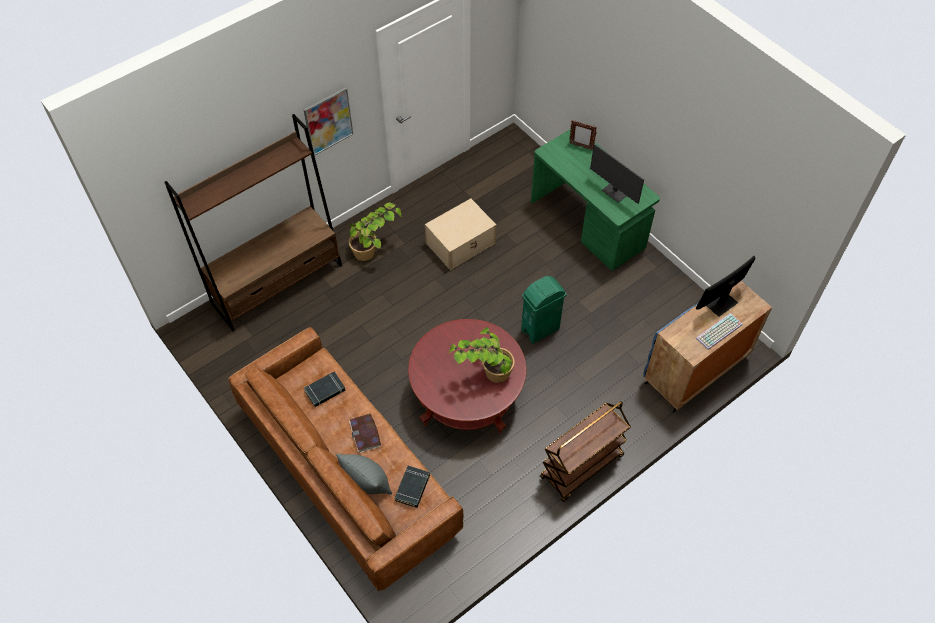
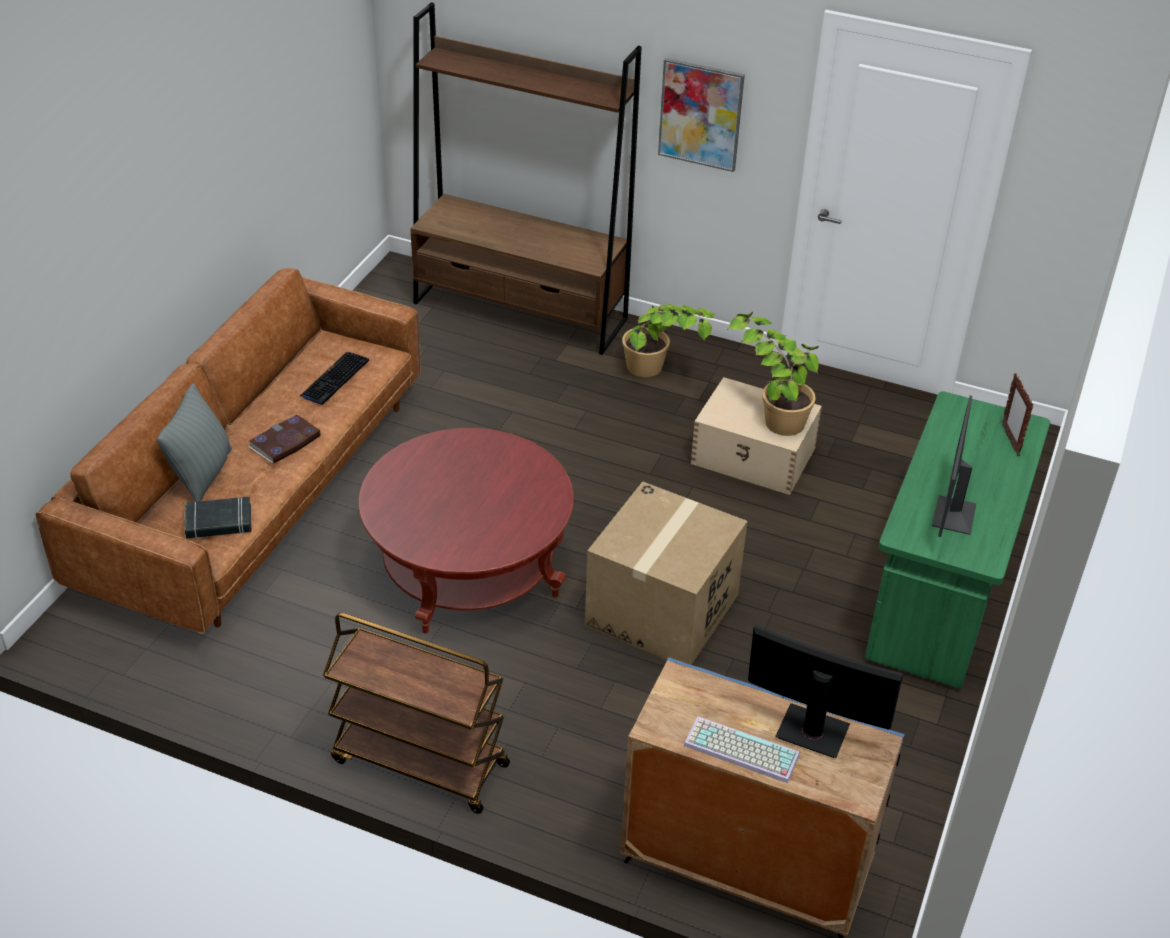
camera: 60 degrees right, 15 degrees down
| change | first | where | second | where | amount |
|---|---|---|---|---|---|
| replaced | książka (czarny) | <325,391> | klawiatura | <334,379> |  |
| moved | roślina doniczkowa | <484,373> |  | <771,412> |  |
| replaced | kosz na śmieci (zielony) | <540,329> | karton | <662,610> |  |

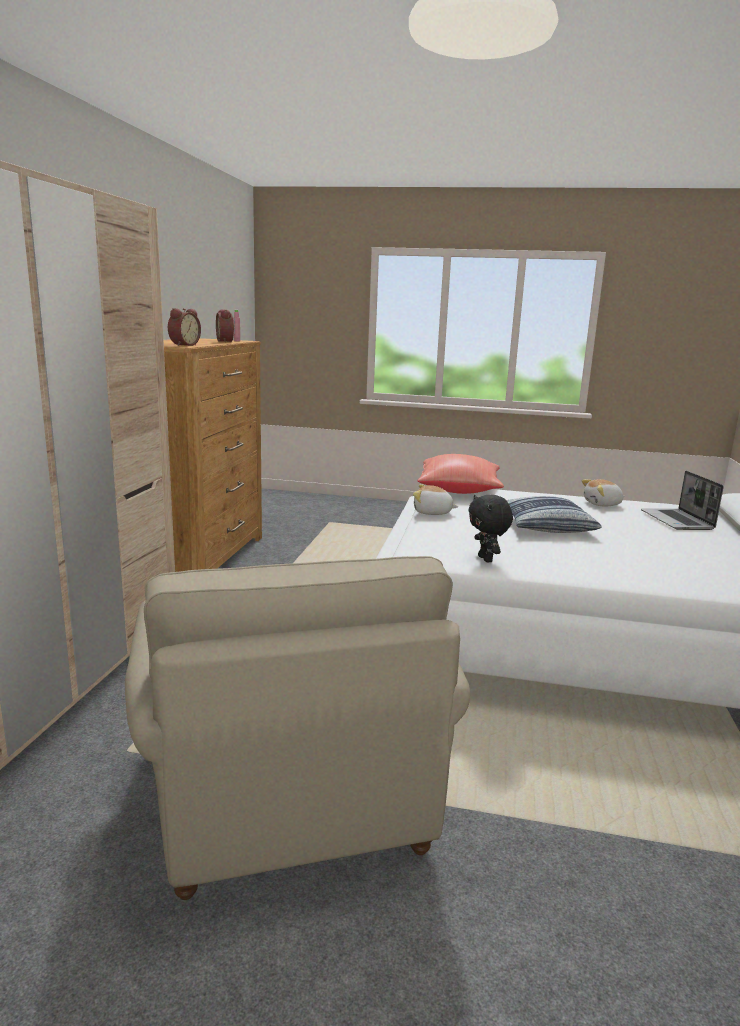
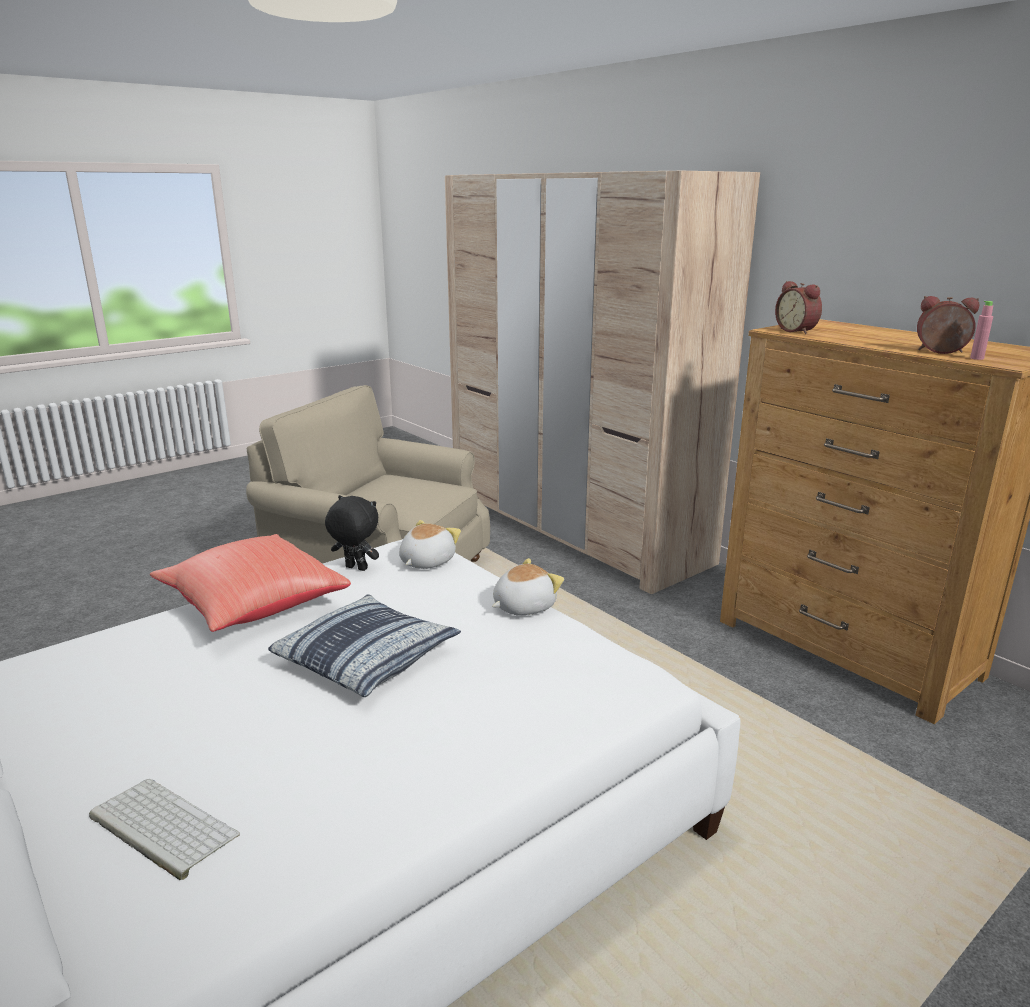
camera: 130 degrees right, 5 degrees up
| change | first | where | second | where | amount |
|---|---|---|---|---|---|
| moved | poduszka (czerwony) | <459,491> |  | <252,606> |  |
| moved | pluszak | <602,504> |  | <426,562> |  |
| replaced | laptop | <678,521> | klawiatura | <160,827> |  |

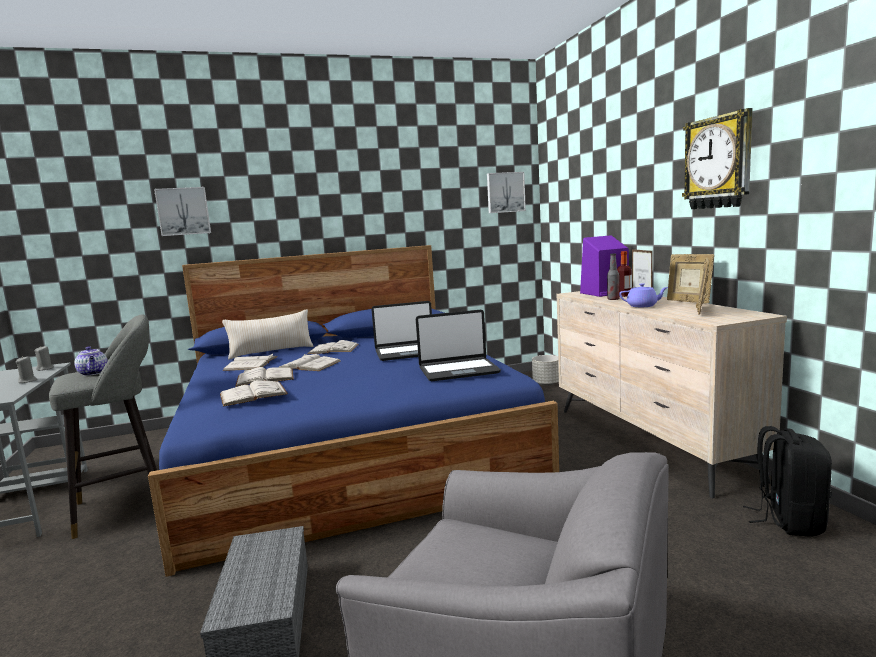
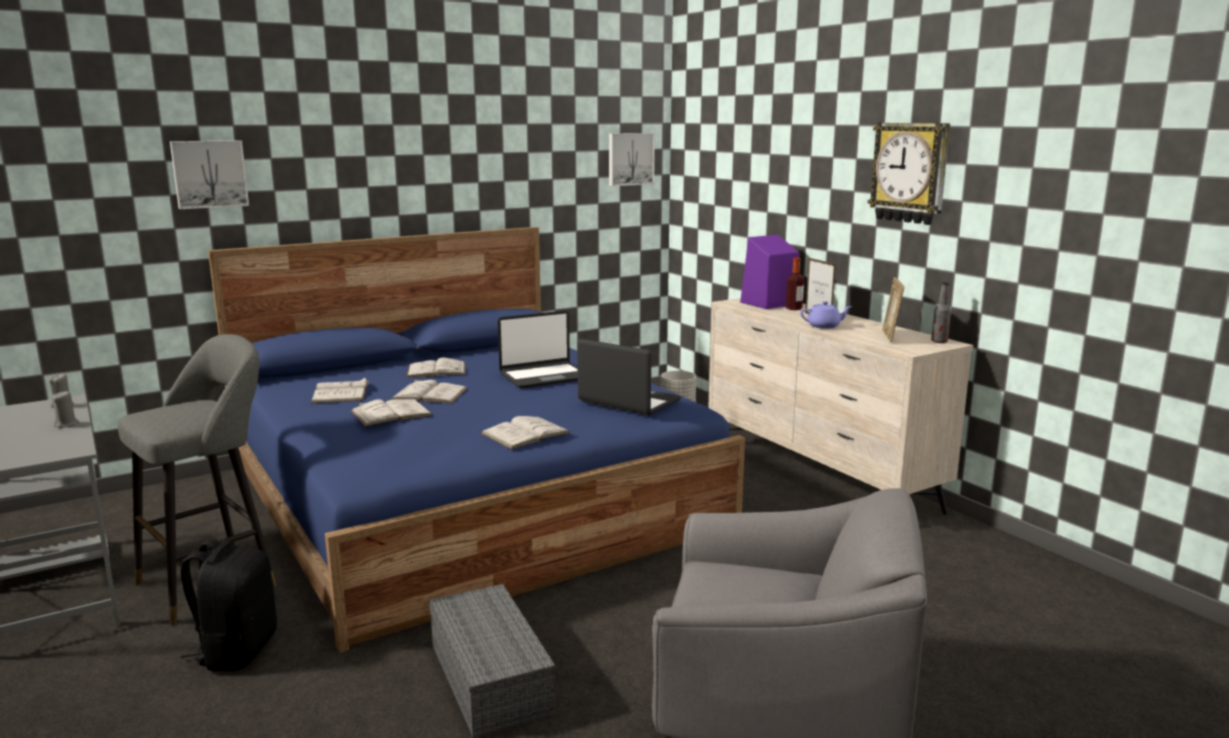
camera: 15 degrees left, 5 degrees up
| change | first | where | second | where | amount |
|---|---|---|---|---|---|
| removed | imbryk | <93,373> |  |  |  |
| moved | książka (biały) | <253,394> |  | <525,433> |  |
| removed | poduszka (beżowy) | <271,352> |  |  |  |
| turned | laptop | <458,370> |  | <628,402> | 120 degrees counterclockwise |
| moved | butelka | <613,299> |  | <939,341> |  |
| removed | ramka na zdjęcie | <688,302> |  |  |  |
| moved | plecak (czarny) | <788,520> |  | <236,651> |  |

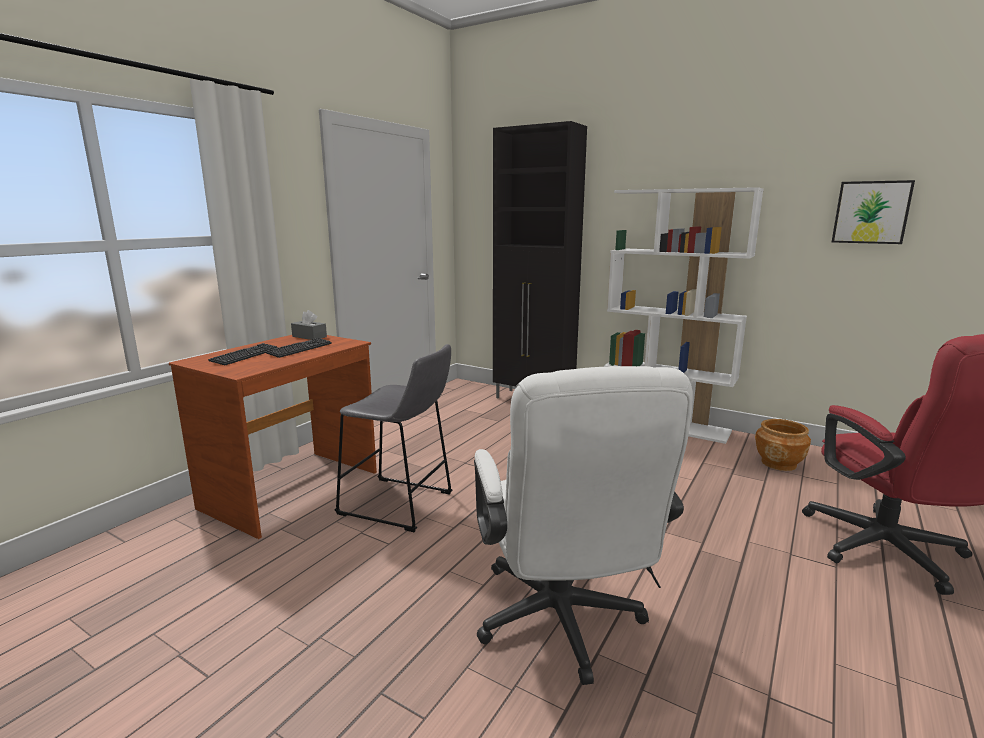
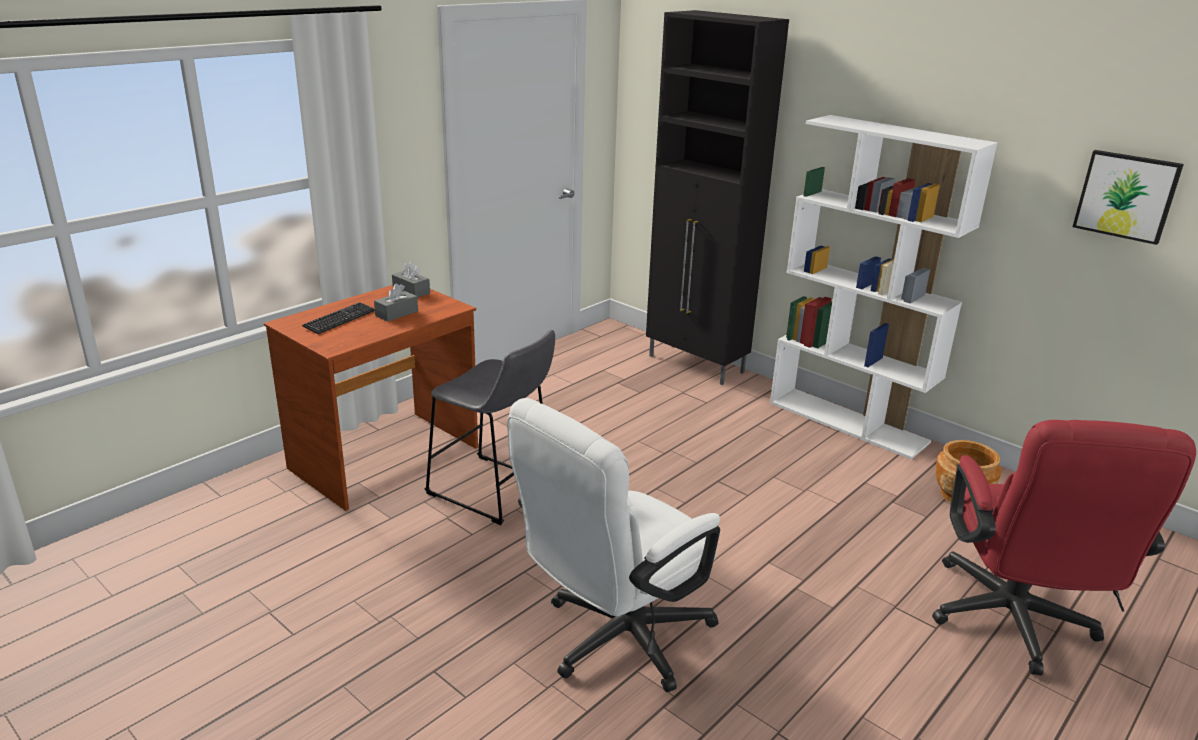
camera: 10 degrees right, 10 degrees up
| change | first | where | second | where | amount |
|---|---|---|---|---|---|
| replaced | klawiatura | <299,349> | pudełko chusteczek (szary) | <396,313> |  |
| turned | krzesło biurowe (biały) | <562,625> |  | <614,641> | 45 degrees clockwise |

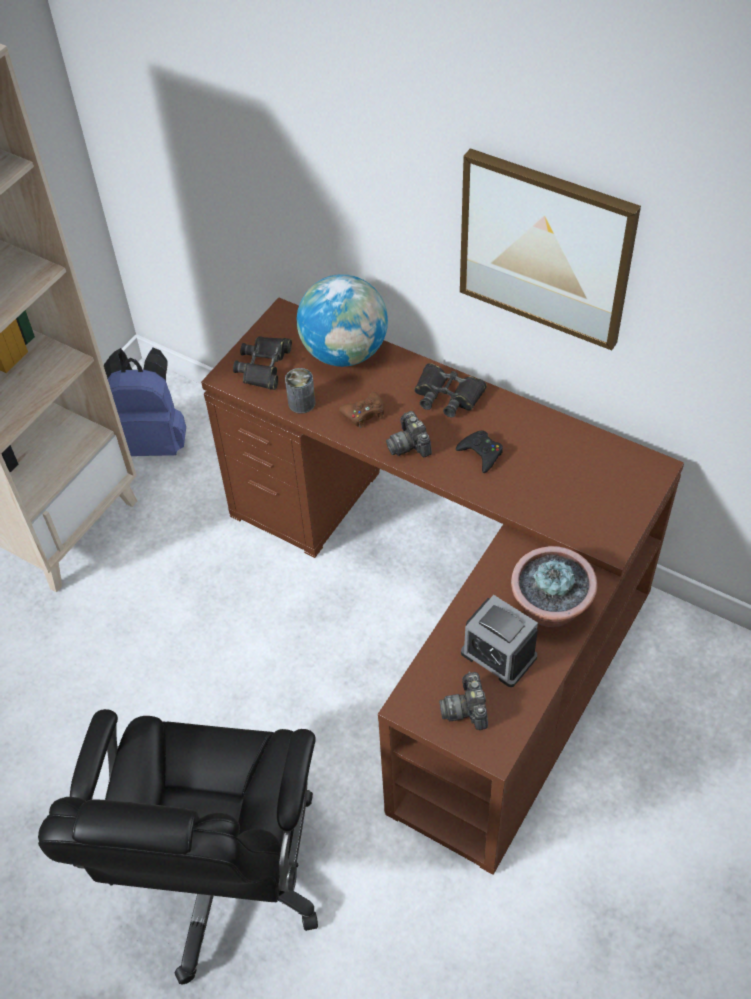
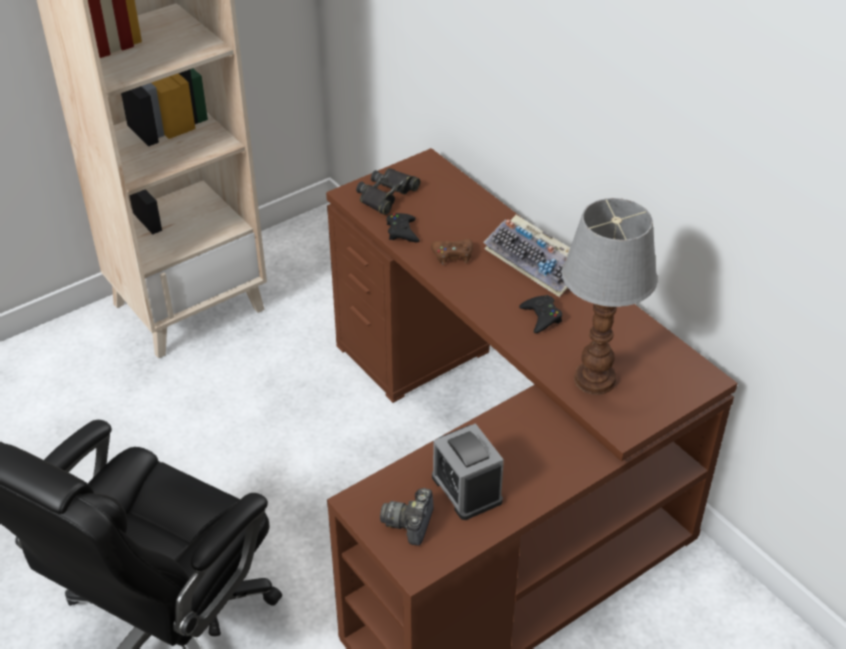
camera: 20 degrees right, 10 degrees down
| change | first | where | second | where | amount |
|---|---|---|---|---|---|
| removed | plecak (niebieski) | <151,441> |  |  |  |
| replaced | puszka | <301,403> | pad do gier (czarny) | <402,231> |  |
| removed | globus | <344,352> |  |  |  |
| removed | aparat fotograficzny | <409,444> |  |  |  |
| replaced | lornetka (czarny) | <447,395> | klawiatura | <537,262> |  |
| removed | obraz | <546,248> |  |  |  |
| removed | roślina doniczkowa | <550,610> |  |  |  |
| added |  |  | lampa stołowa | <595,378> |  |

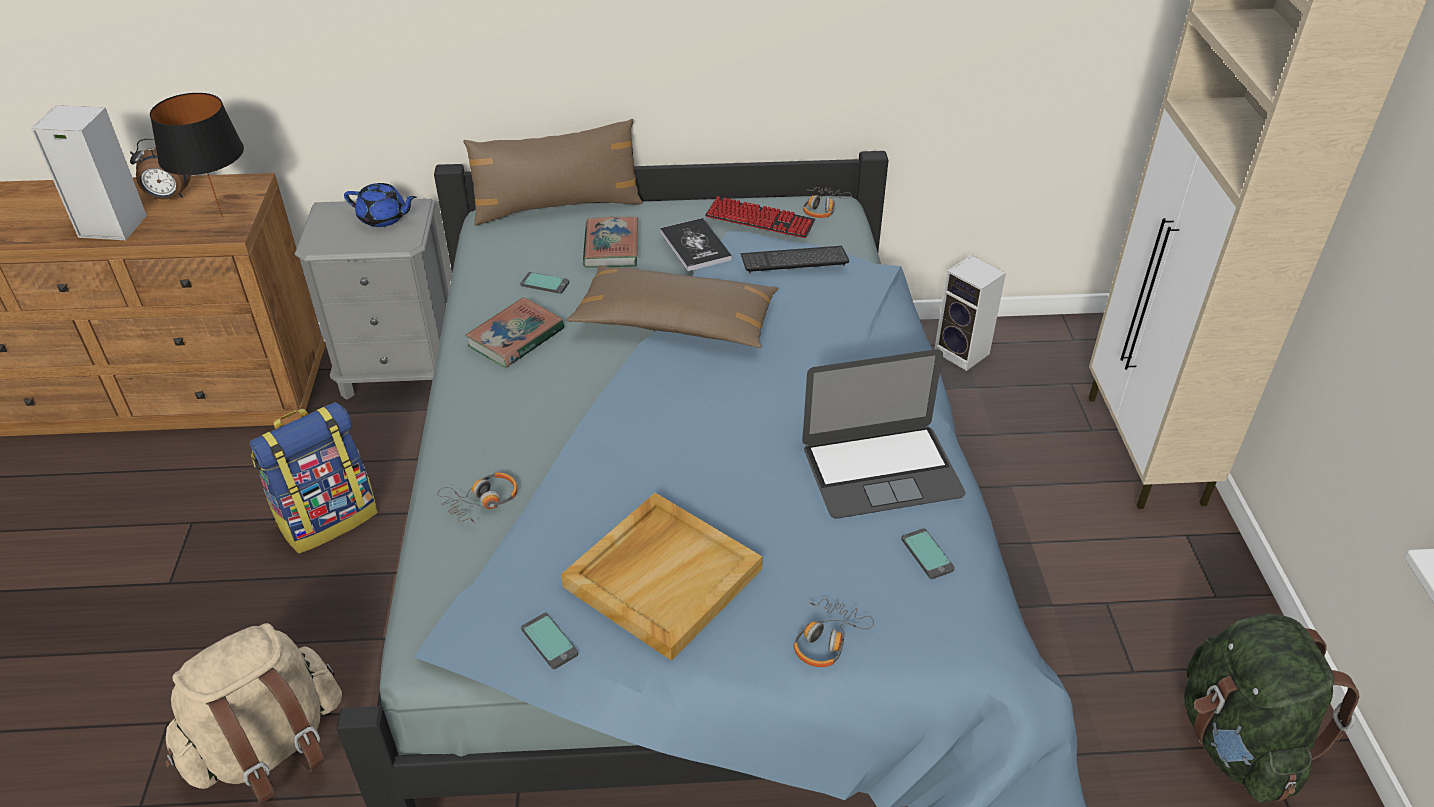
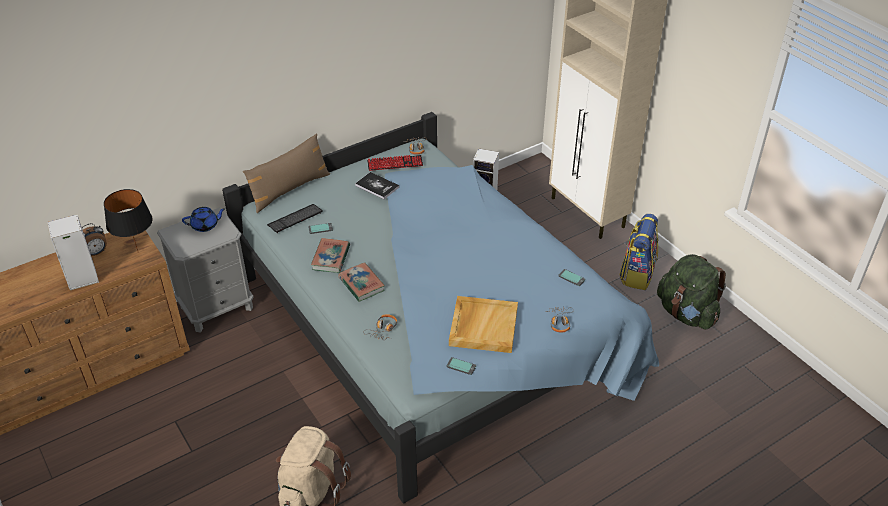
camera: 30 degrees left, 0 degrees up
| change | first | where | second | where | amount |
|---|---|---|---|---|---|
| moved | plecak | <328,518> |  | <637,274> |  |
| removed | poduszka (brązowy) | <675,322> |  |  |  |
| moved | książka | <611,247> |  | <361,284> |  |
| moved | klawiatura | <794,260> |  | <295,219> |  |
| removed | laptop | <881,470> |  |  |  |

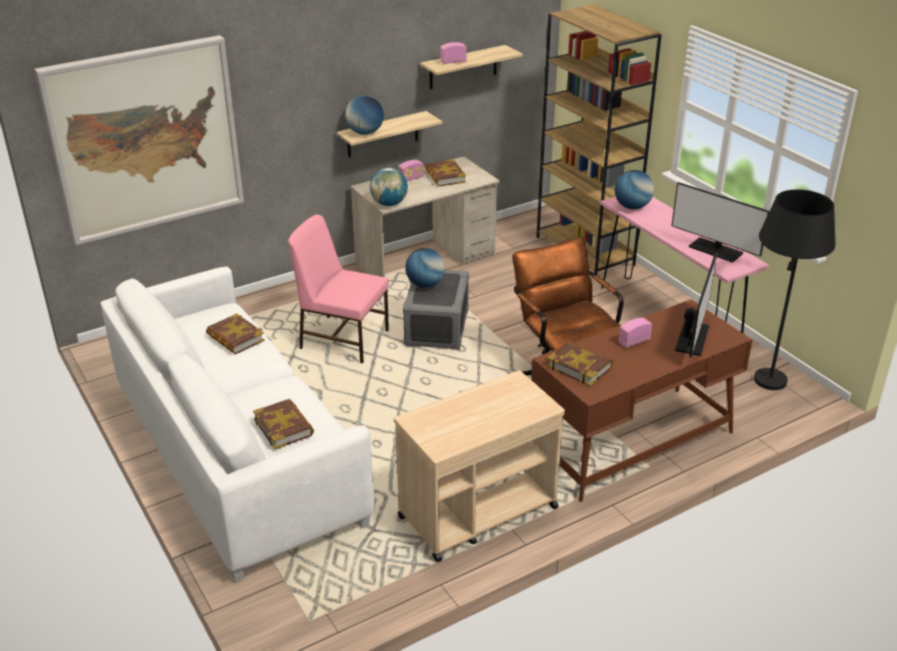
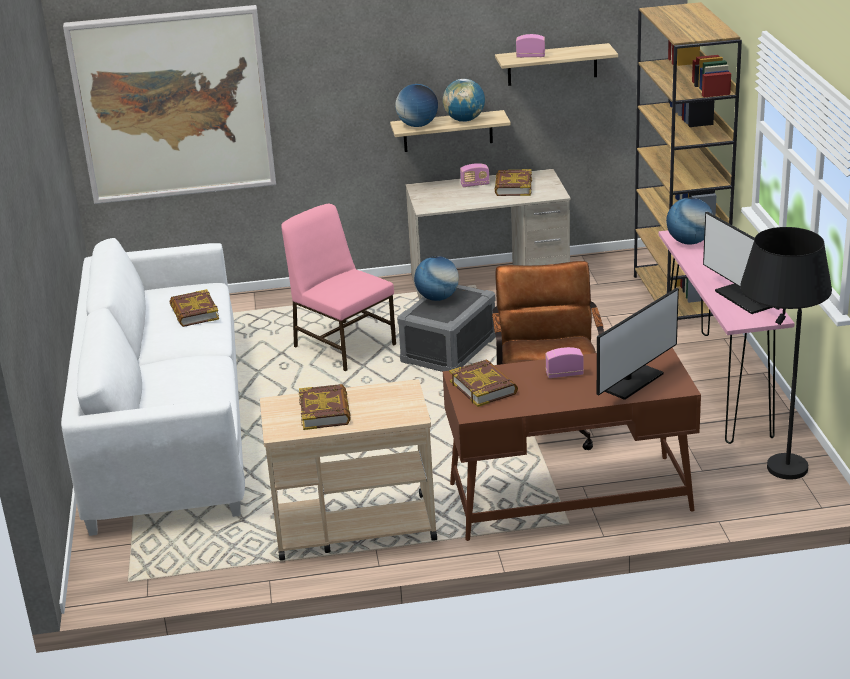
camera: 25 degrees right, 5 degrees down
| change | first | where | second | where | amount |
|---|---|---|---|---|---|
| moved | książka | <284,427> |  | <325,411> |  |
| moved | globus | <389,204> |  | <464,120> |  |

